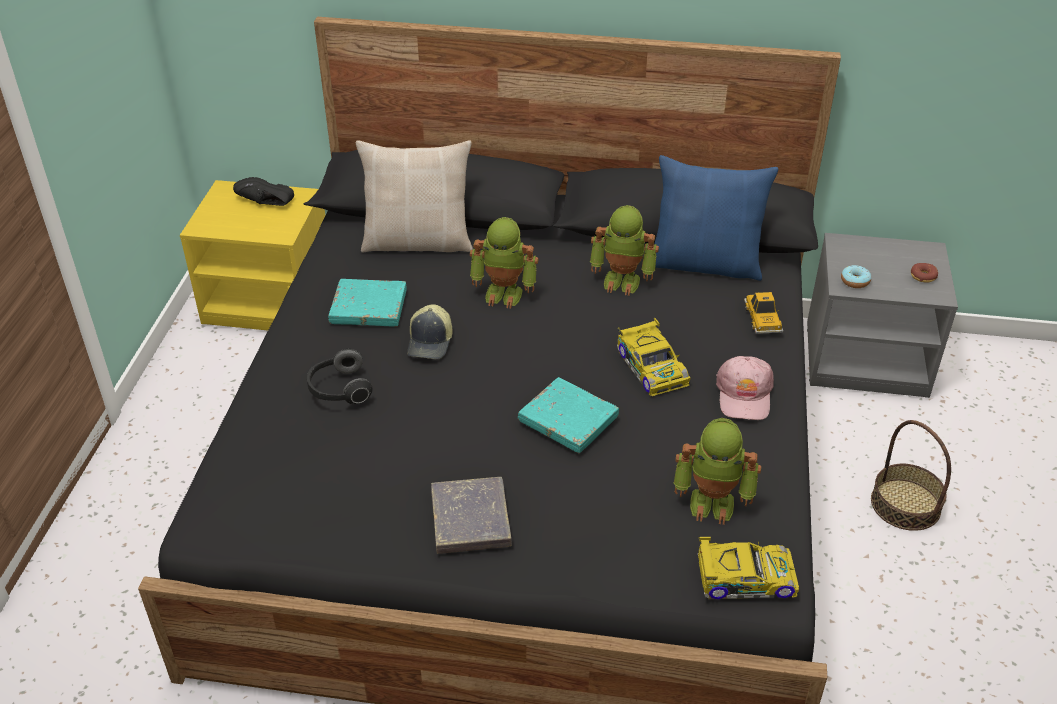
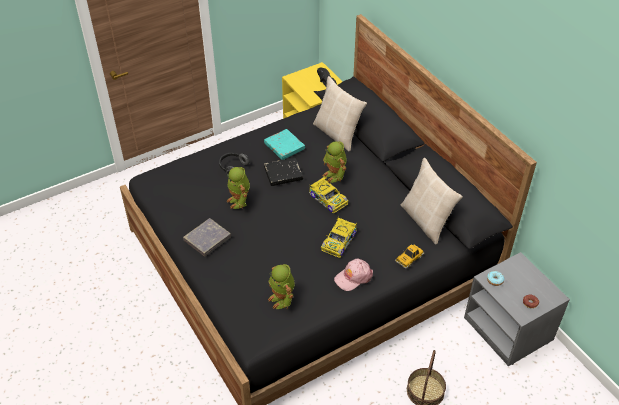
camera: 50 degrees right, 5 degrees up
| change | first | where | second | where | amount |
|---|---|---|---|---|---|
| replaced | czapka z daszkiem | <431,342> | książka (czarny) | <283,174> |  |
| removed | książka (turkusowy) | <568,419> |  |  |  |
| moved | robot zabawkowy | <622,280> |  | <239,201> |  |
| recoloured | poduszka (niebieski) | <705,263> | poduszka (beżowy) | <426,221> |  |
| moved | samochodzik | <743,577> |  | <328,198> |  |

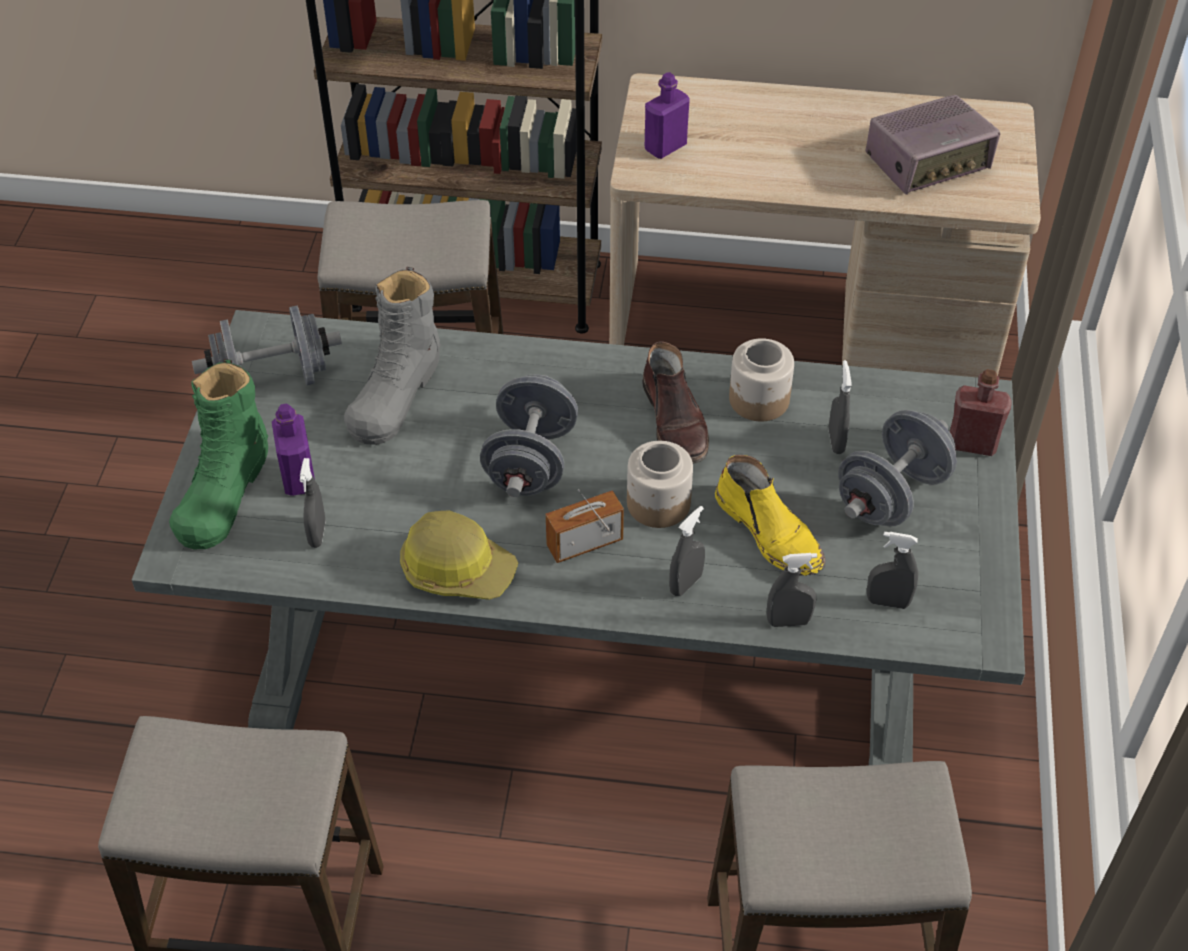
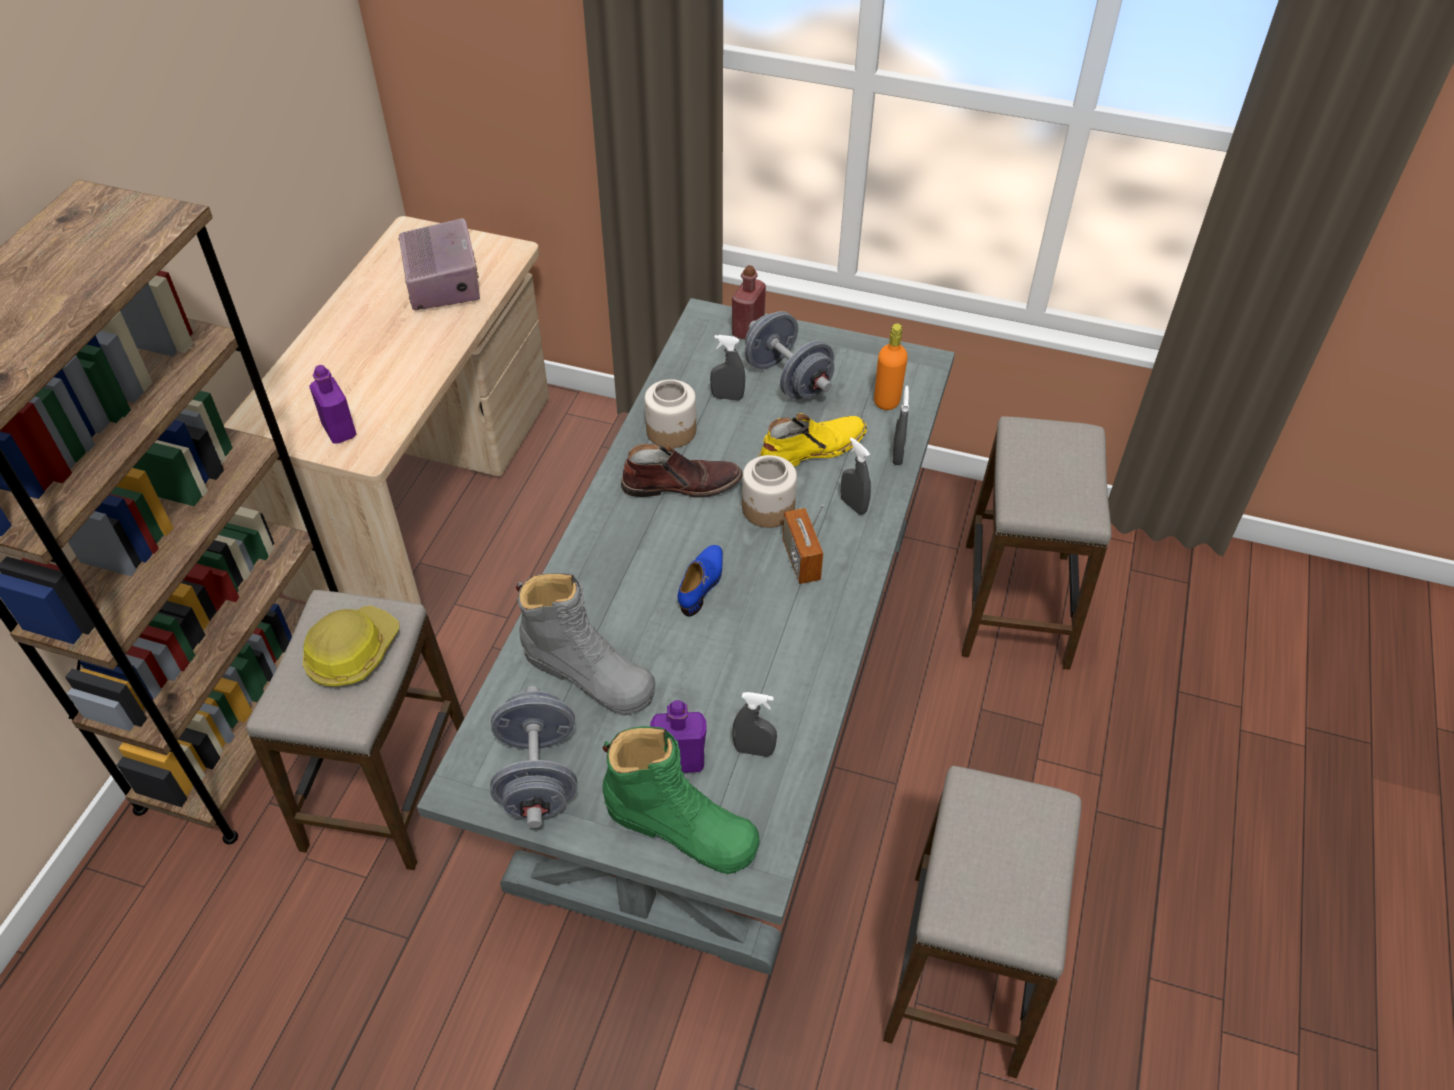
camera: 80 degrees left, 0 degrees up
| change | first | where | second | where | amount |
|---|---|---|---|---|---|
| moved | kask | <457,568> |  | <352,653> |  |
| replaced | hantel (szary) | <530,462> | but (niebieski) | <702,583> |  |
| replaced | spryskiwacz (szary) | <888,602> | butelka (pomarańczowy) | <886,401> |  |

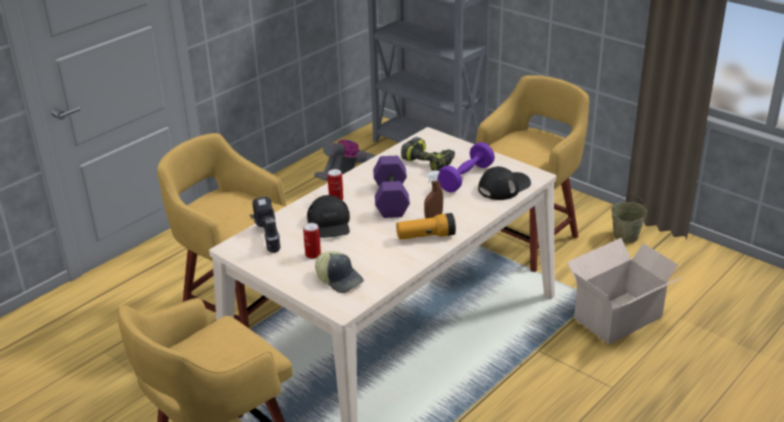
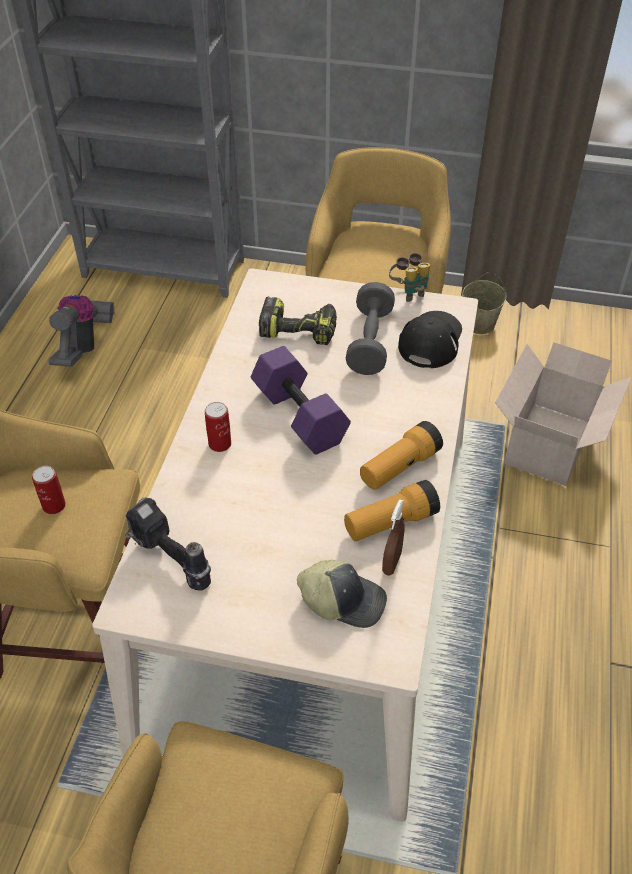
camera: 30 degrees left, 15 degrees up
| change | first | where | second | where | amount |
|---|---|---|---|---|---|
| moved | puszka | <313,254> |  | <54,506> |  |
| removed | czapka z daszkiem (czarny) | <329,223> |  |  |  |
| moved | spryskiwacz (brązowy) | <433,217> |  | <391,563> |  |
| recoloured | hantel (fioletowy) | <465,178> | hantel (szary) | <370,342> |  |
| added |  |  | latarka | <390,522> |  |
| added |  |  | lornetka | <409,292> |  |

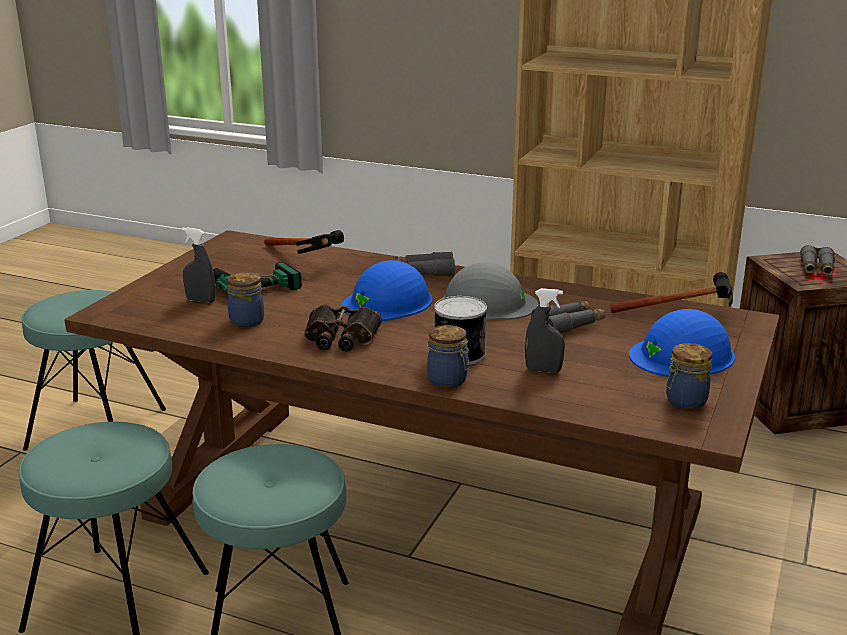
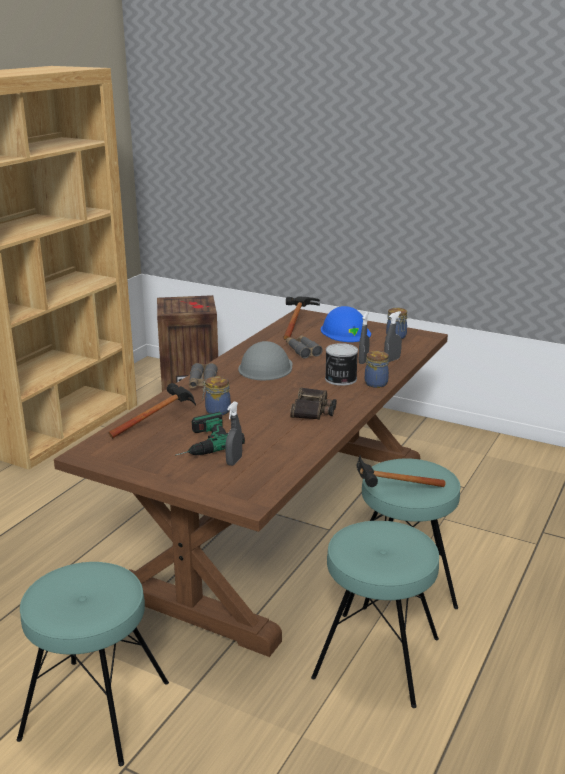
camera: 85 degrees left, 0 degrees up
| change | first | where | second | where | amount |
|---|---|---|---|---|---|
| moved | słoik | <247,320> |  | <216,411> |  |
| removed | kask (niebieski) | <388,302> |  |  |  |
| removed | lornetka (szary) | <816,269> |  |  |  |
| added |  |  | młotek | <389,491> |  |
| added |  |  | spryskiwacz (szary) | <392,360> |  |

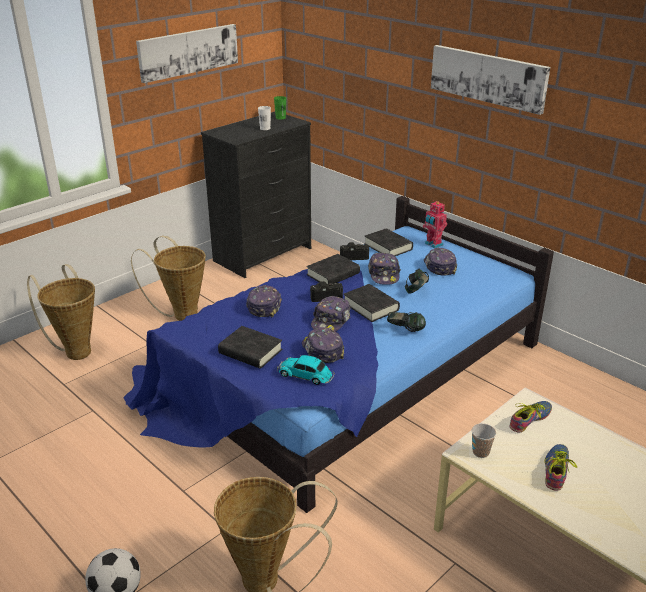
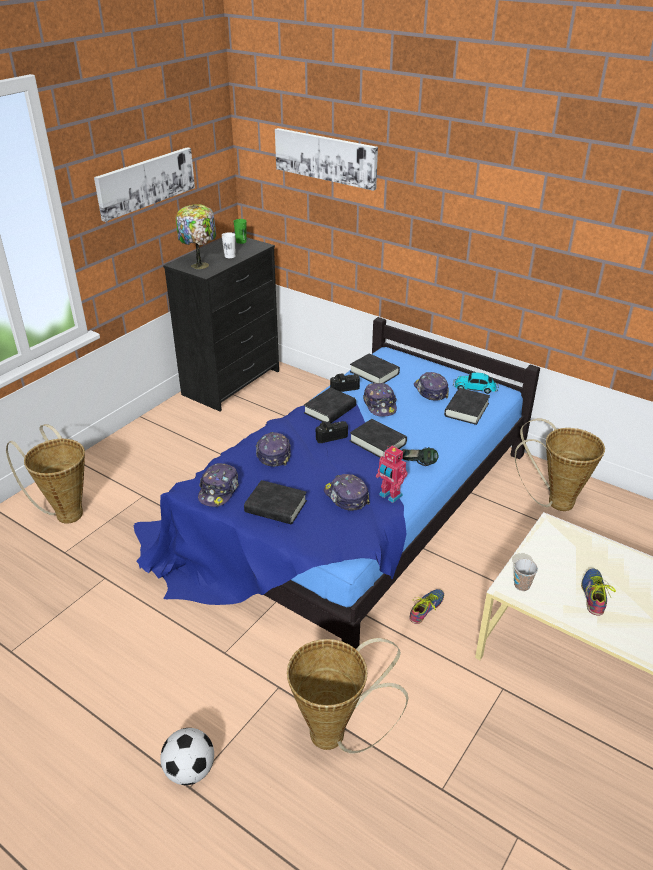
camera: 10 degrees left, 5 degrees up
| change | first | where | second | where | amount |
|---|---|---|---|---|---|
| moved | koszyk | <181,314> |  | <554,502> |  |
| moved | samochodzik | <306,375> |  | <476,388> |  |
| moved | czapka z daszkiem | <331,321> |  | <219,491> |  |
| removed | słuchawki | <416,291> |  |  |  |
| moved | robot zabawkowy | <433,244> |  | <389,496> |  |
| moved | obraz | <488,77> |  | <326,157> |  |
| moved | but | <531,420> |  | <428,609> |  |
| added |  |  | lampa stołowa | <200,265> |  |
| added |  |  | książka (czarny) | <466,410> |  |

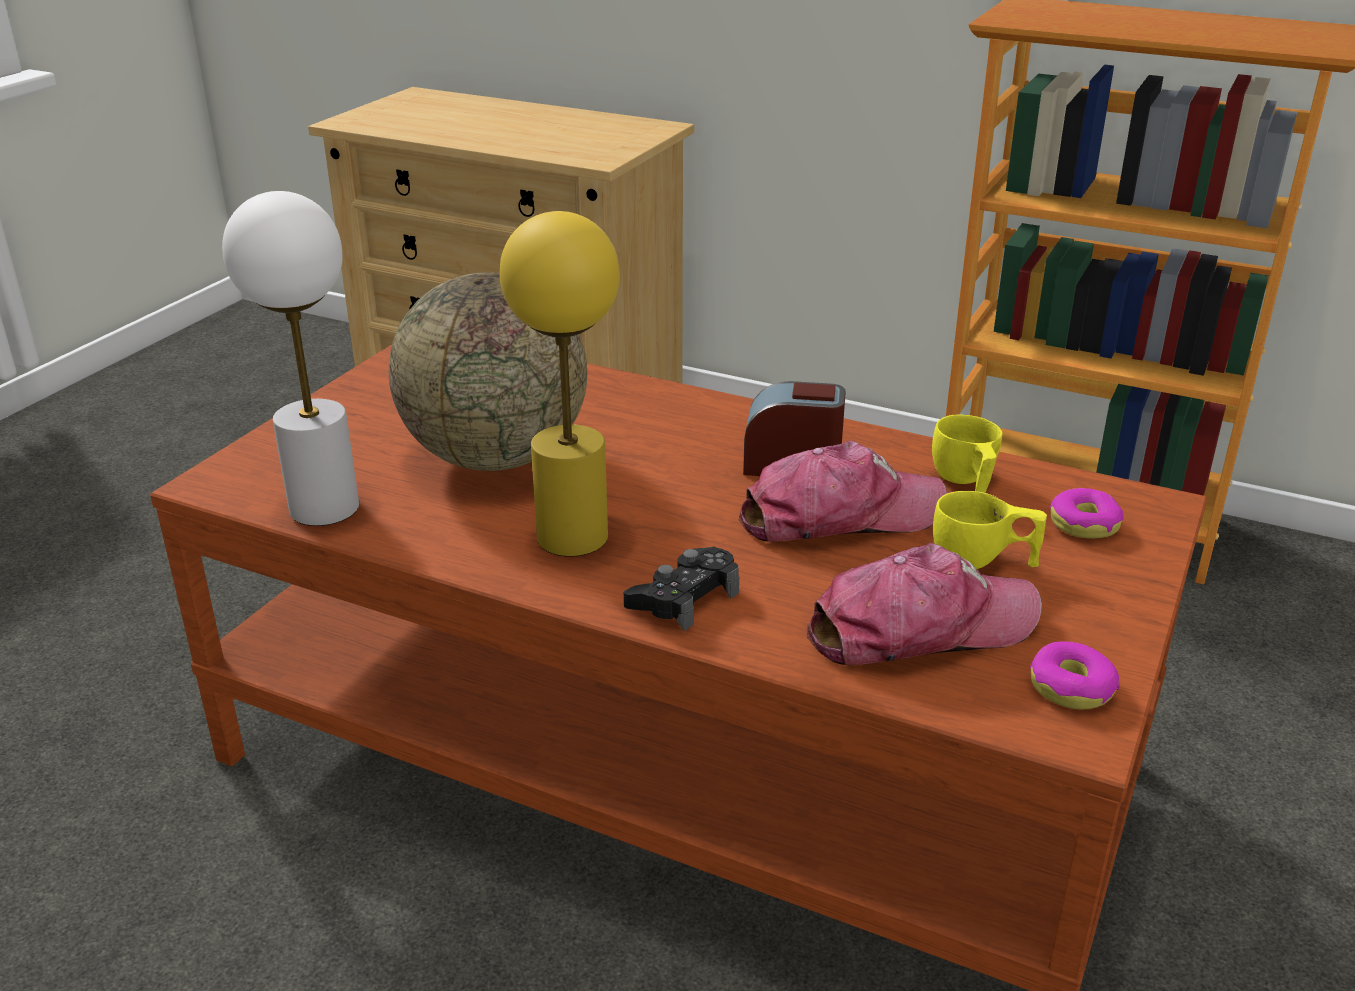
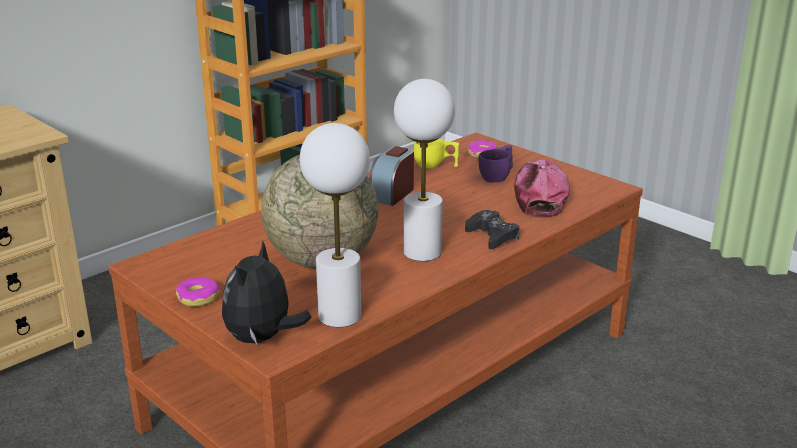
camera: 70 degrees left, 5 degrees down
| change | first | where | second | where | amount |
|---|---|---|---|---|---|
| recoloured | lampa stołowa (żółty) | <571,536> | lampa stołowa (biały) | <421,252> |  |
| removed | czapka z daszkiem | <839,516> |  |  |  |
| recoloured | filiżanka (żółty) | <983,561> | filiżanka (fioletowy) | <498,176> |  |
| moved | donut | <1071,687> |  | <198,298> |  |
| added |  |  | pluszak | <262,339> |  |

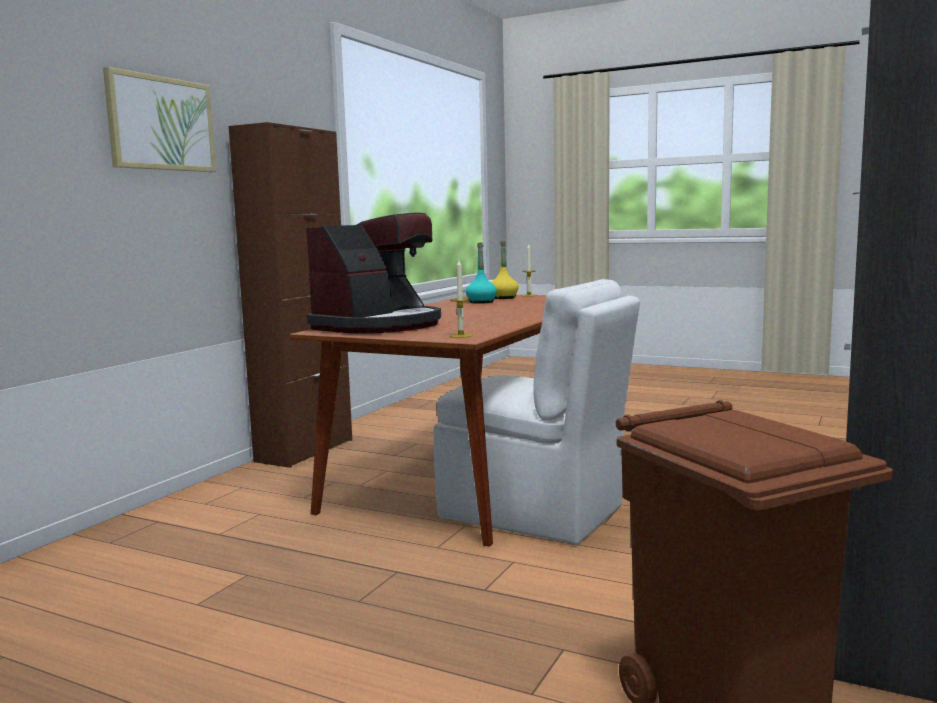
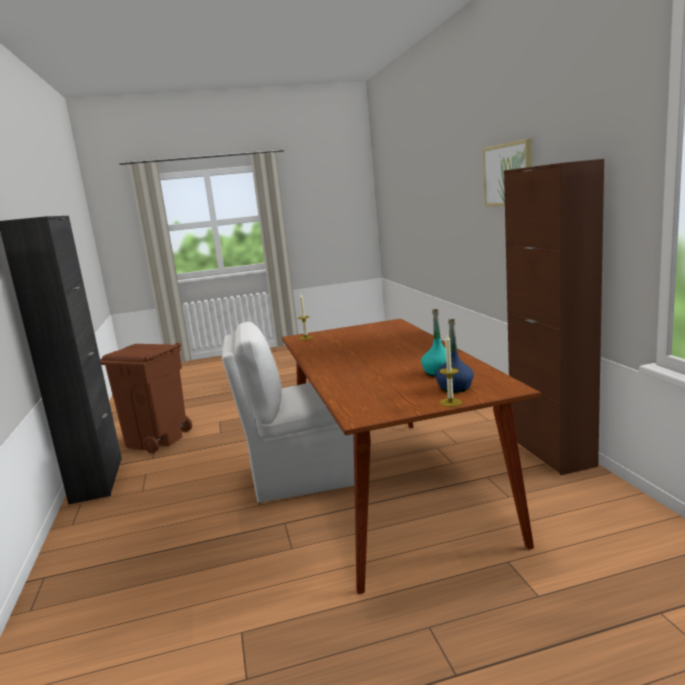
camera: 140 degrees right, 5 degrees up
| change | first | where | second | where | amount |
|---|---|---|---|---|---|
| removed | ekspres do kawy | <379,326> |  |  |  |
| recoloured | butelka (żółty) | <503,298> | butelka (niebieski) | <454,388> |  |

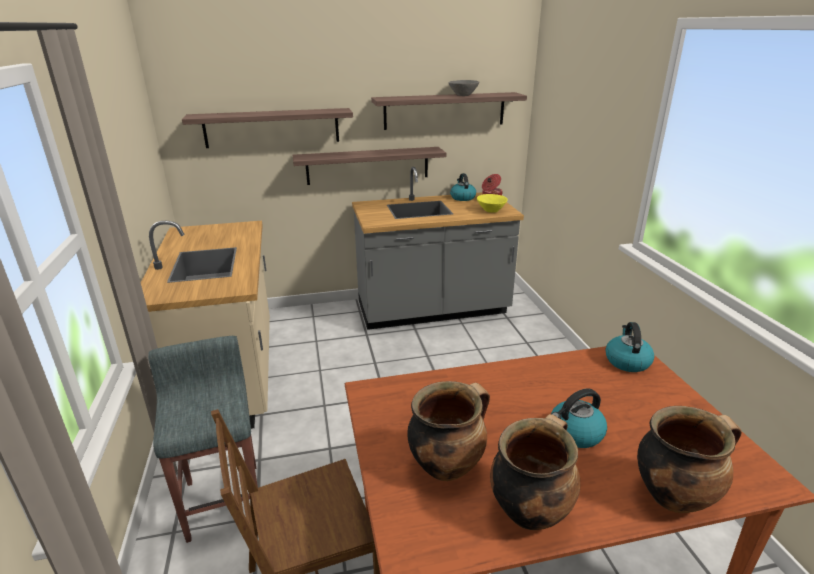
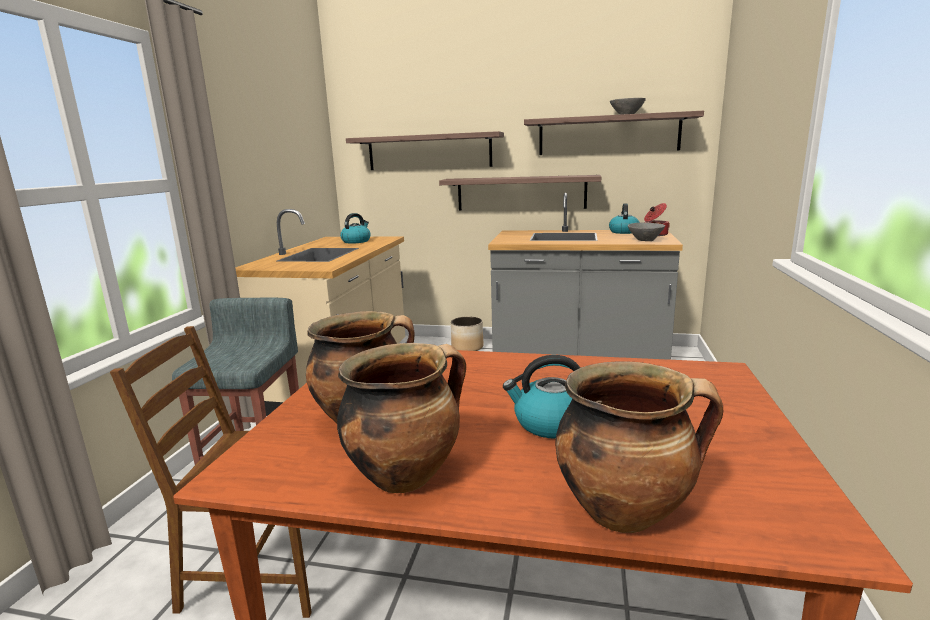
camera: 25 degrees right, 10 degrees down
| change | first | where | second | where | amount |
|---|---|---|---|---|---|
| recoloured | miska (żółty) | <491,211> | miska (szary) | <645,240> |  |
| moved | czajnik | <627,361> |  | <356,241> |  |
| added |  |  | donica | <467,347> |  |

